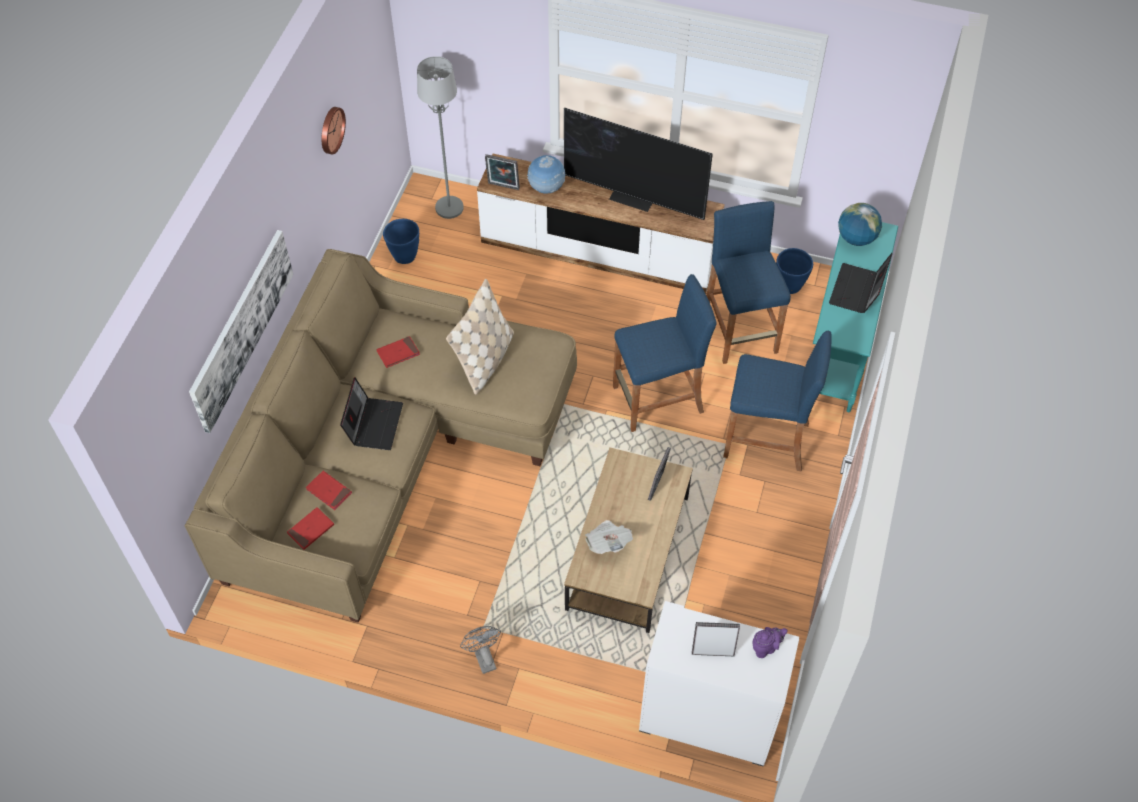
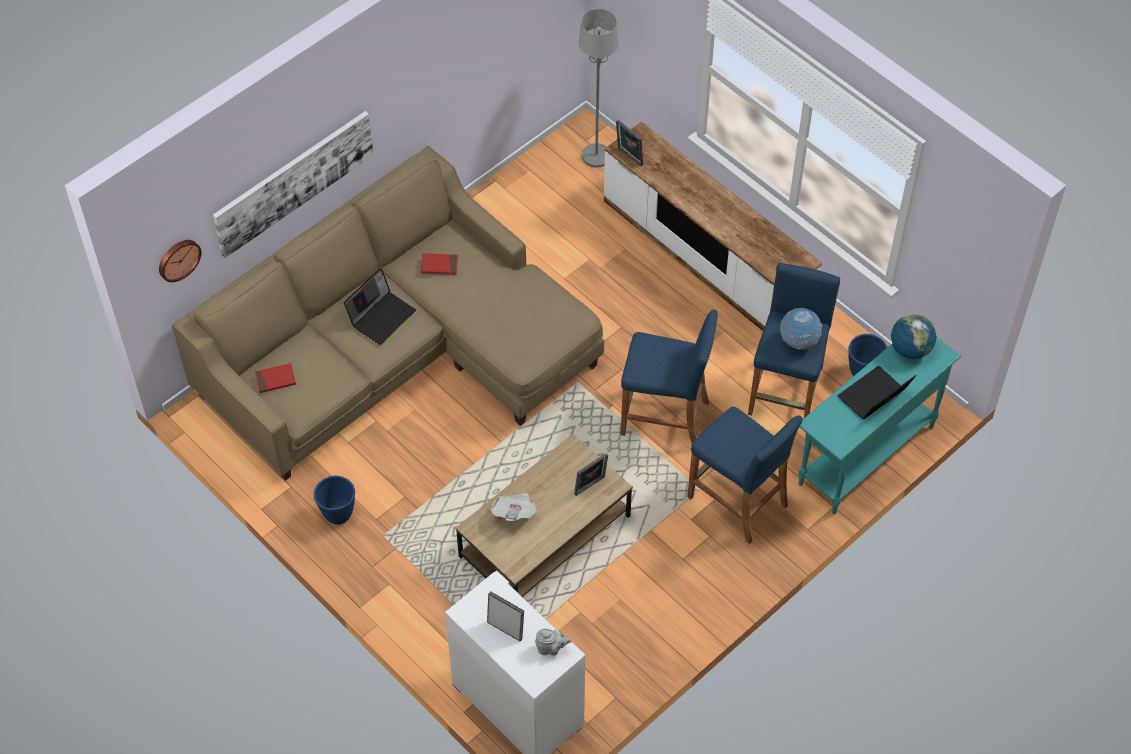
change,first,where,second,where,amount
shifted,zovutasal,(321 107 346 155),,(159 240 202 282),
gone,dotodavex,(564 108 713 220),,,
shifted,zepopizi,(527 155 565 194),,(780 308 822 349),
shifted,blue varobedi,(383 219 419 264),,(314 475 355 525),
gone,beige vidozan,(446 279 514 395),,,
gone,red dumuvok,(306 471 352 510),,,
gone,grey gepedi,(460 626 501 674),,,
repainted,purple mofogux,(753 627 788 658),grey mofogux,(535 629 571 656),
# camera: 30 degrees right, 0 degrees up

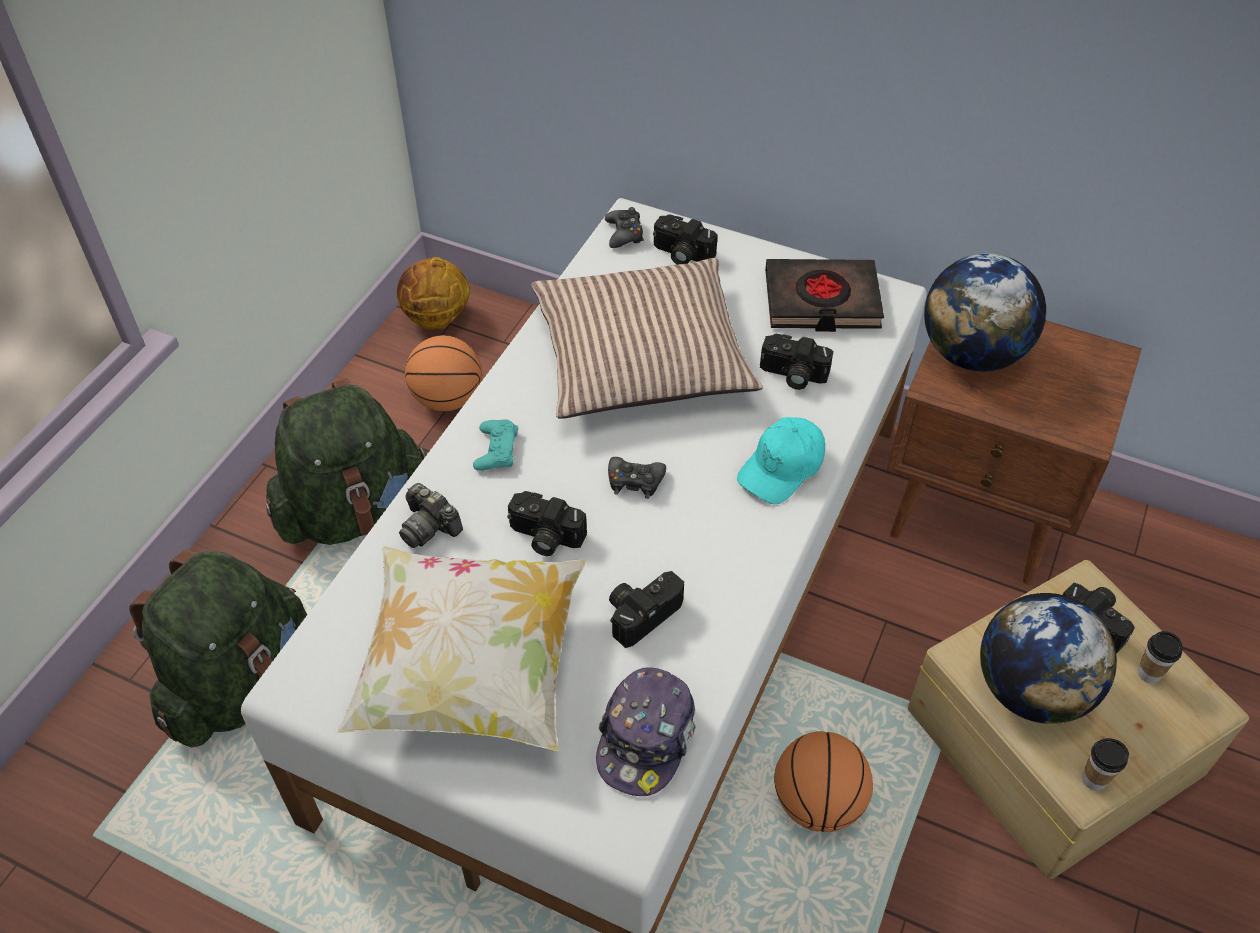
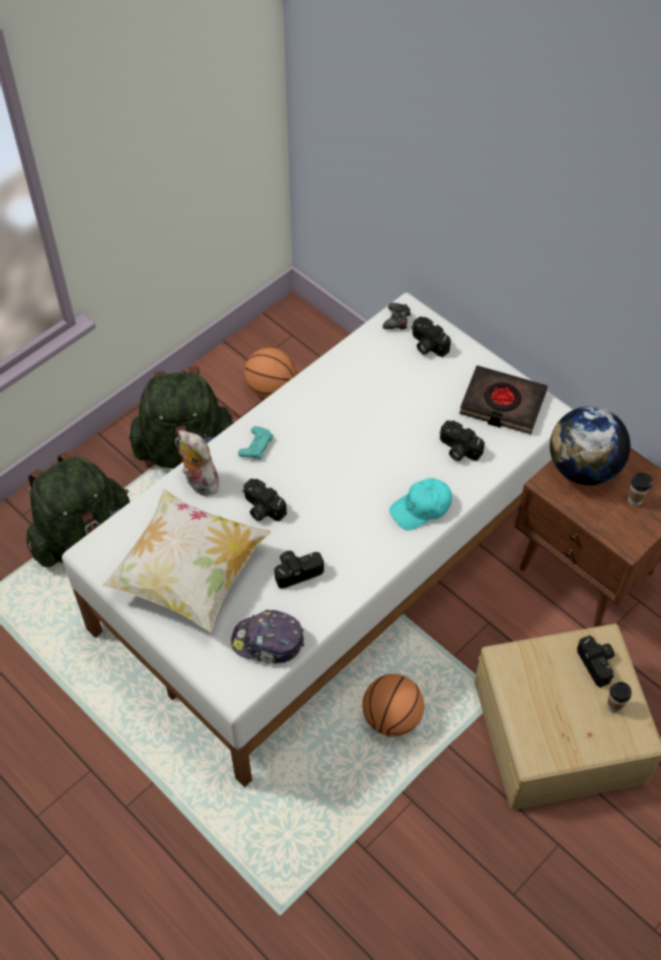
change,first,where,second,where,amount
gone,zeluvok,(397 257 470 329),,,
gone,vidozan,(531 258 763 419),,,
gone,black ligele,(608 457 666 499),,,
swapped,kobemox,(399 483 463 548),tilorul,(178 430 219 496),
gone,zepopizi,(980 593 1117 724),,,
rotated,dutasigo,(596 667 696 796),,(231 610 304 664),60 degrees clockwise
shifted,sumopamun,(1082 738 1129 791),,(628 473 652 506),
# camera: 20 degrees right, 5 degrees up

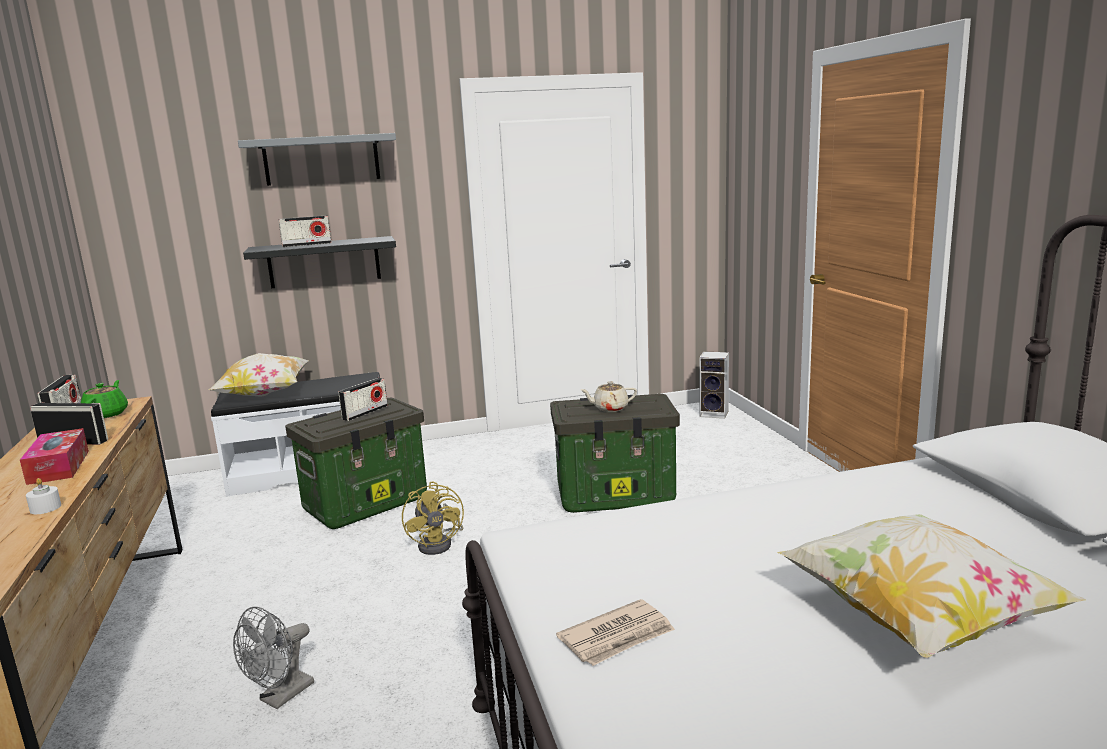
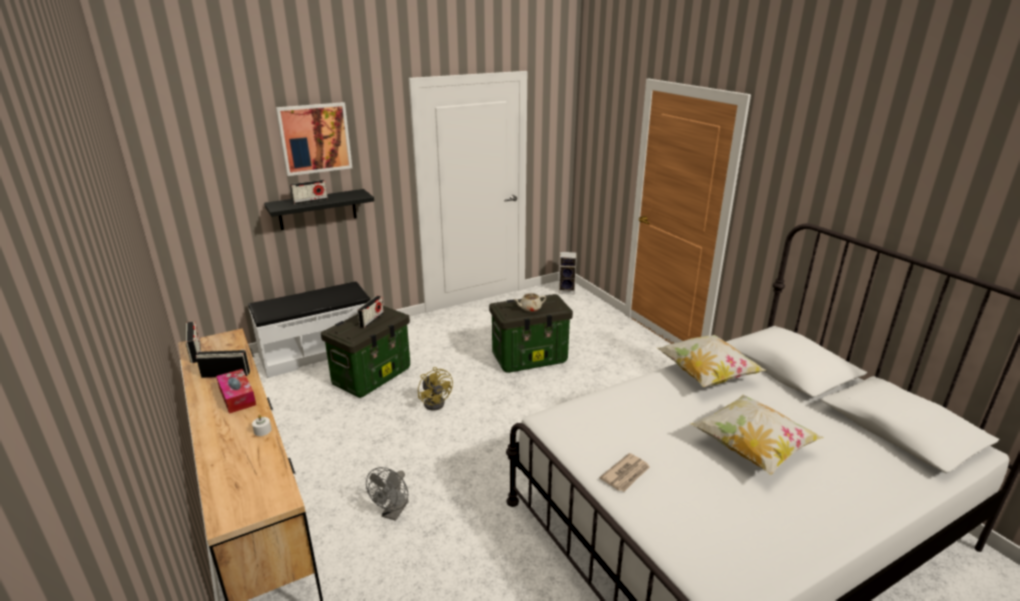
change,first,where,second,where,amount
swapped,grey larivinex,(238 133 396 186),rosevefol,(276 102 352 176),
shifted,vidozan,(208 353 309 397),,(657 335 766 387),
gone,green mofogux,(81 380 128 418),,,
# camera: 15 degrees left, 10 degrees up

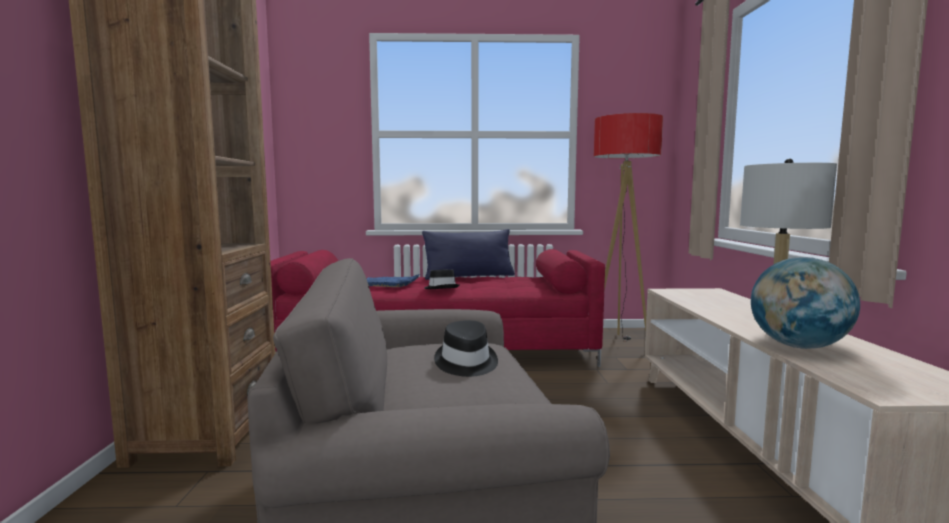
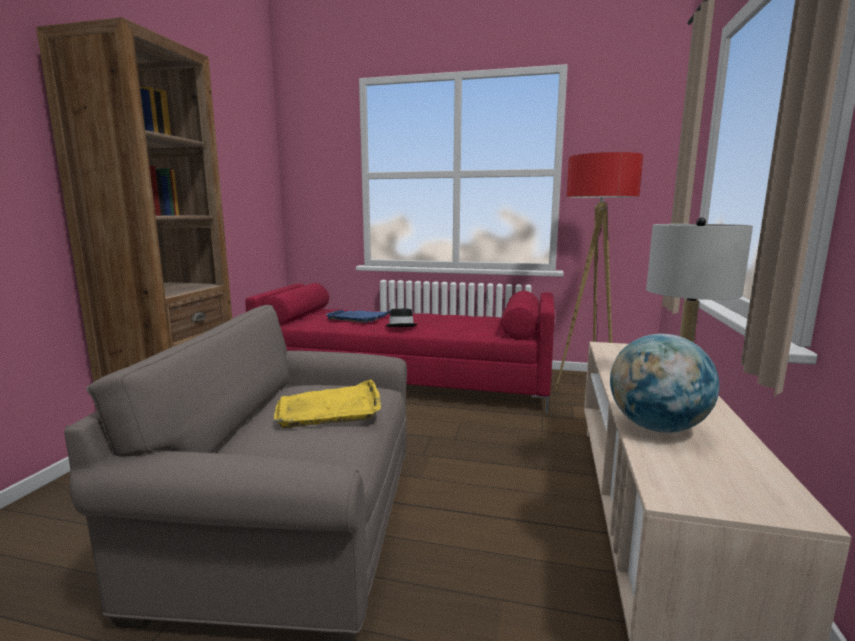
change,first,where,second,where,amount
gone,blue vidozan,(422 229 515 280),,,
swapped,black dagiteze,(434 320 498 377),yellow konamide,(274 379 381 428),
# camera: 15 degrees right, 5 degrees up

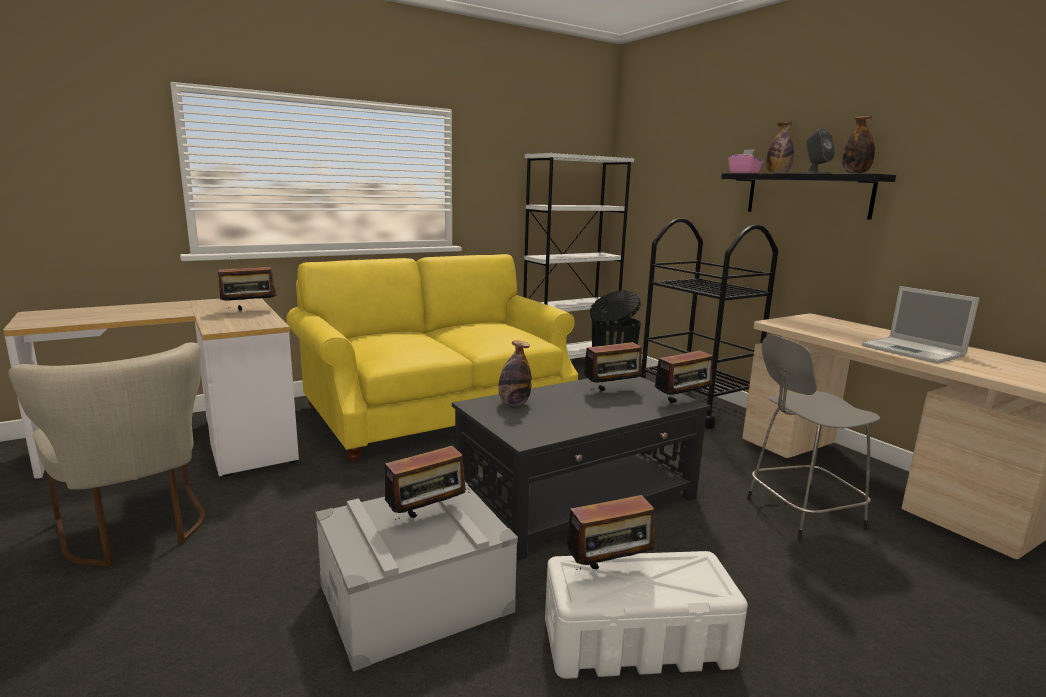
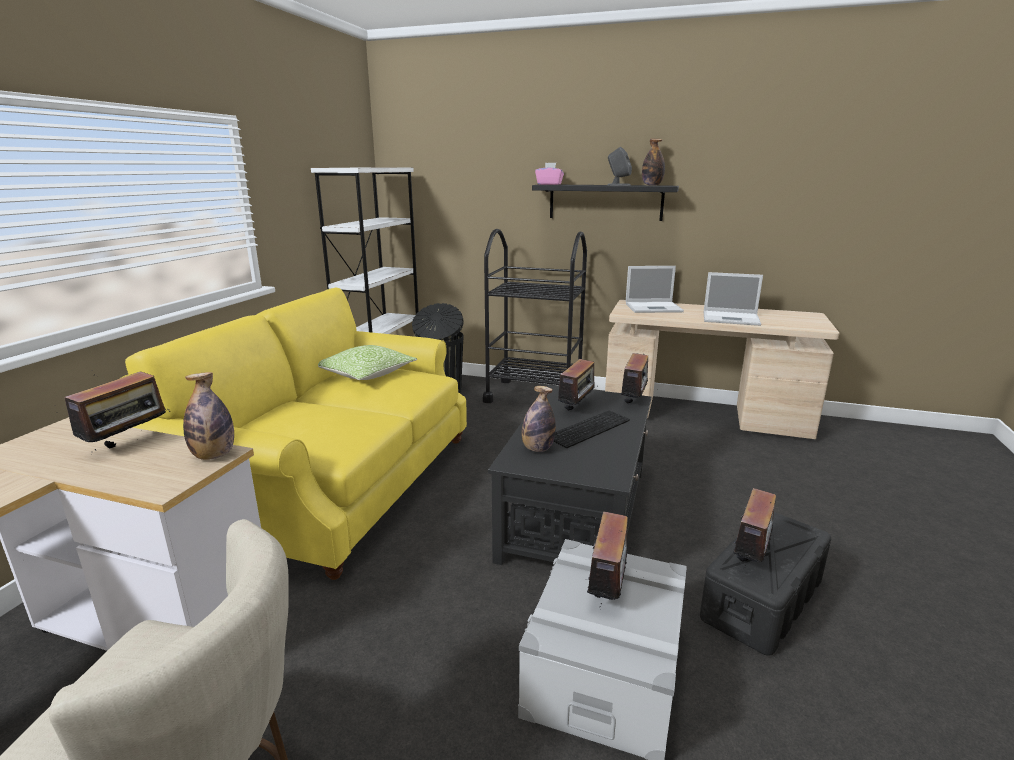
change,first,where,second,where,amount
shifted,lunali,(766 122 794 173),,(183 372 234 460),
gone,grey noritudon,(747 335 880 541),,,
repainted,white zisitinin,(545 551 748 679),black zisitinin,(700 512 831 656),
new,,,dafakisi,(626 266 684 313),
new,,,vidozan,(318 345 417 380),
new,,,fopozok,(553 410 630 448),
# camera: 40 degrees left, 5 degrees up

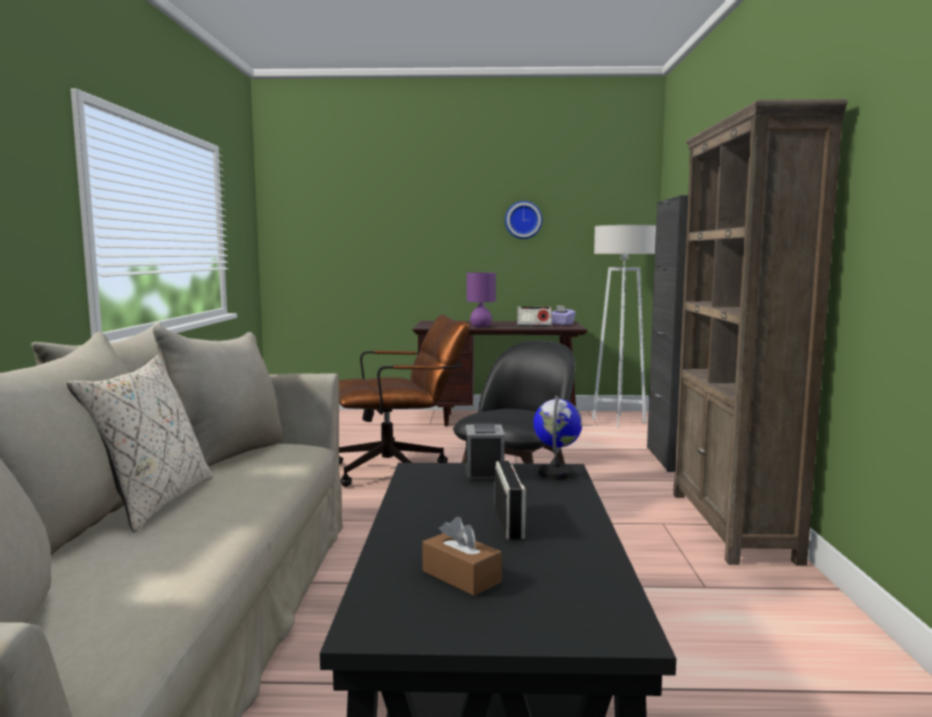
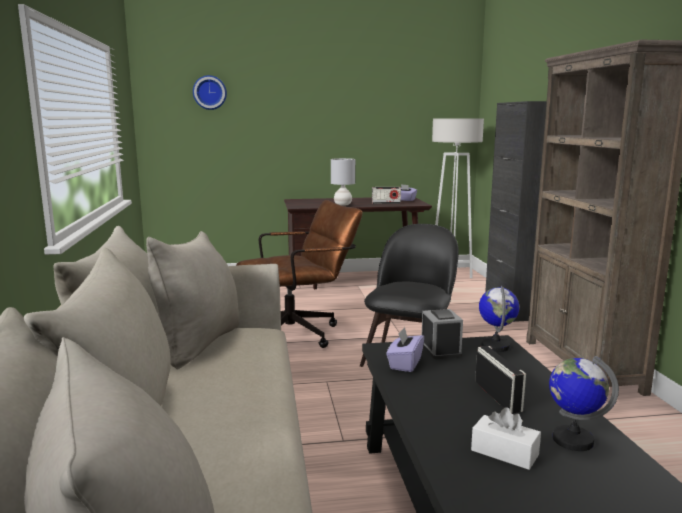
change,first,where,second,where,amount
shifted,zovutasal,(505 201 542 239),,(193 75 227 110),
repainted,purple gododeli,(467 272 496 327),grey gododeli,(331 158 355 206),
gone,beige vidozan,(67 354 213 533),,,
repainted,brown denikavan,(422 517 502 596),white denikavan,(471 407 541 470),
new,,,purple denikavan,(386 327 424 372),
new,,,zepopizi,(549 356 619 451),
# camera: 10 degrees left, 5 degrees up

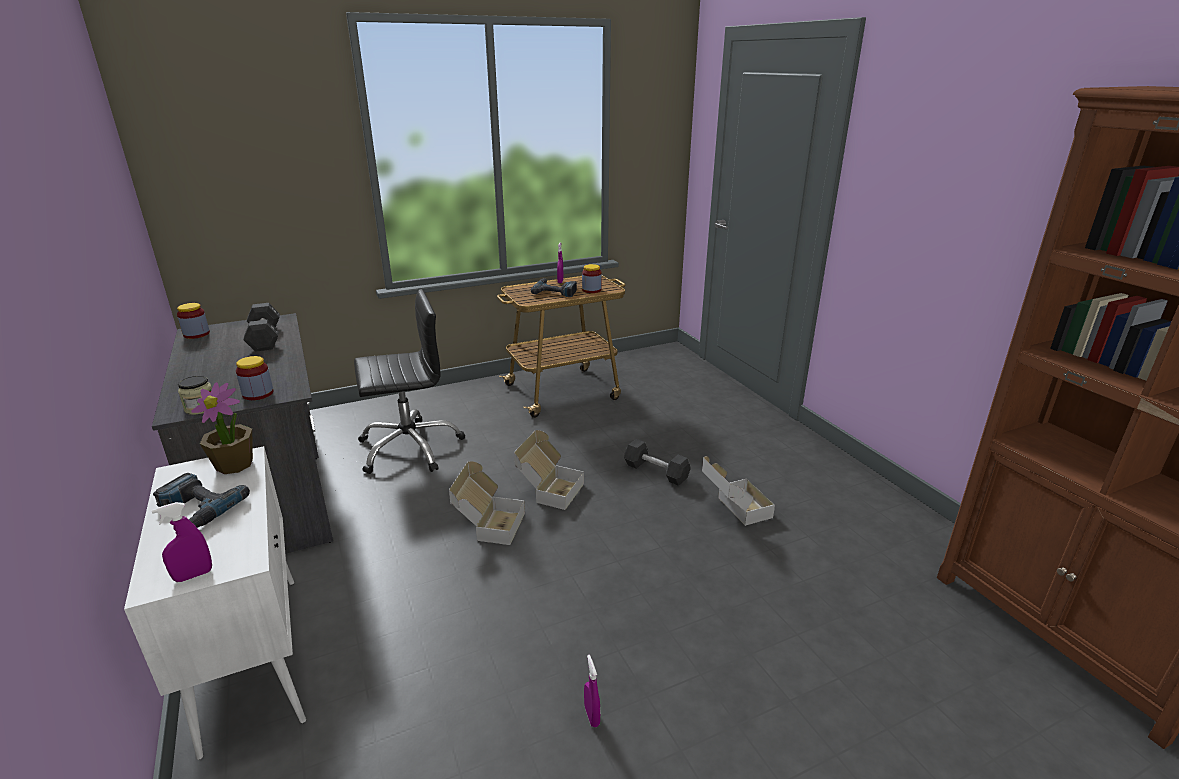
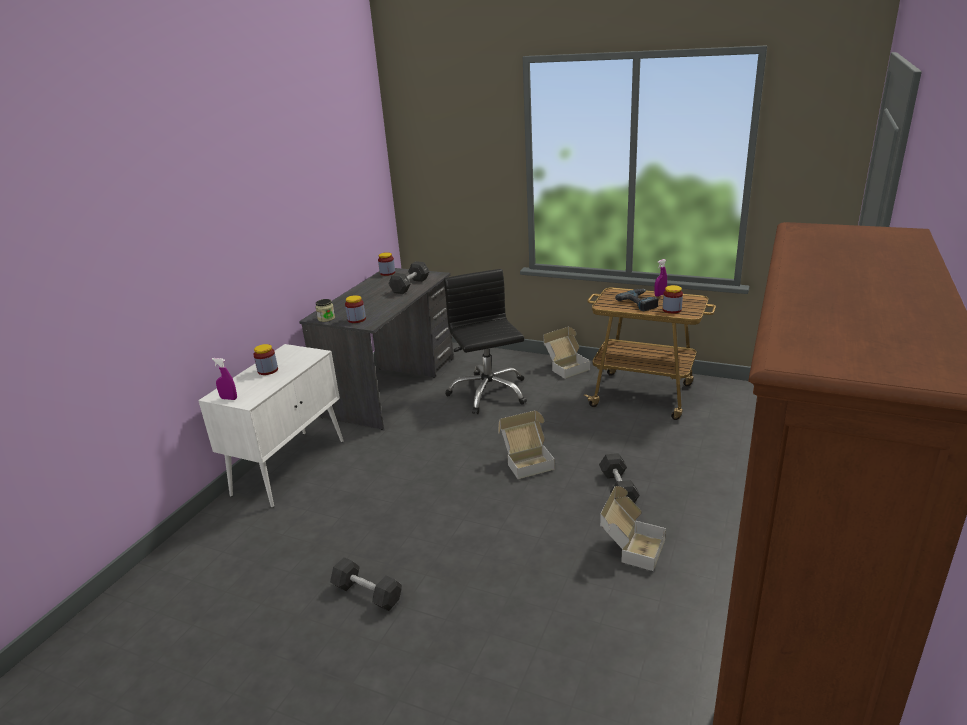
change,first,where,second,where,amount
rotated,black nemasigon,(354 289 465 474),,(444 269 527 414),135 degrees counterclockwise
gone,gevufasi,(192 382 253 474),,,
shifted,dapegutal,(449 461 525 545),,(543 327 590 379),
swapped,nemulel,(153 473 250 528),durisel,(253 344 278 375),
swapped,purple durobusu,(584 655 600 727),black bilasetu,(330 557 402 611),
# camera: 50 degrees right, 0 degrees up

